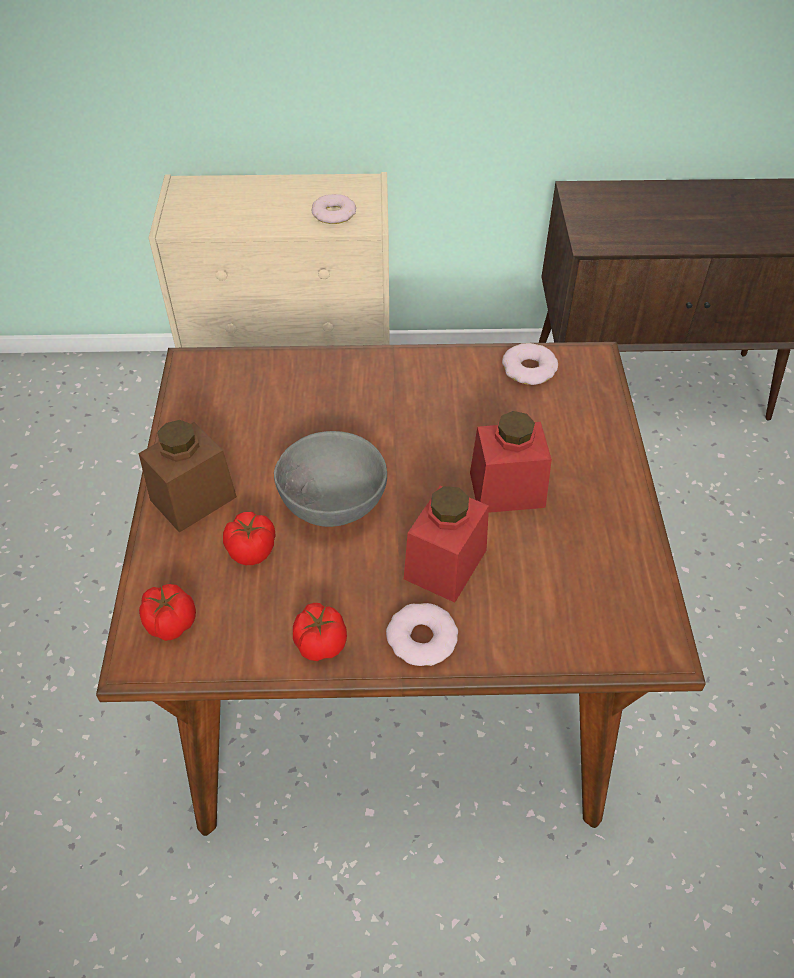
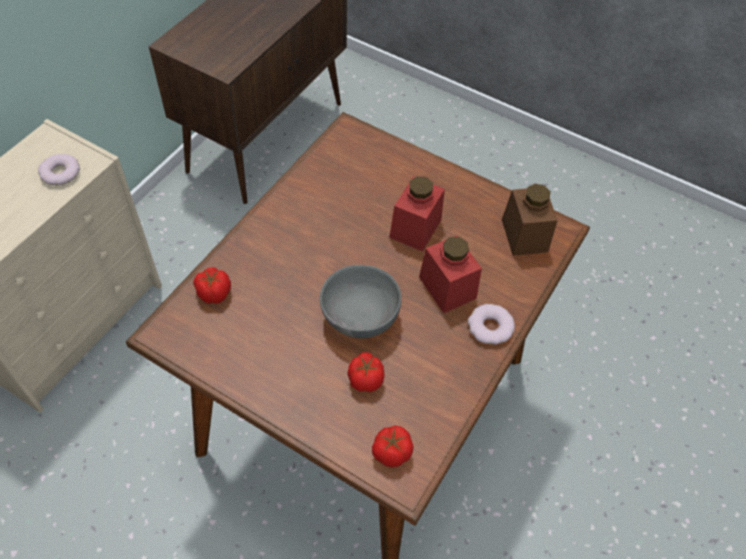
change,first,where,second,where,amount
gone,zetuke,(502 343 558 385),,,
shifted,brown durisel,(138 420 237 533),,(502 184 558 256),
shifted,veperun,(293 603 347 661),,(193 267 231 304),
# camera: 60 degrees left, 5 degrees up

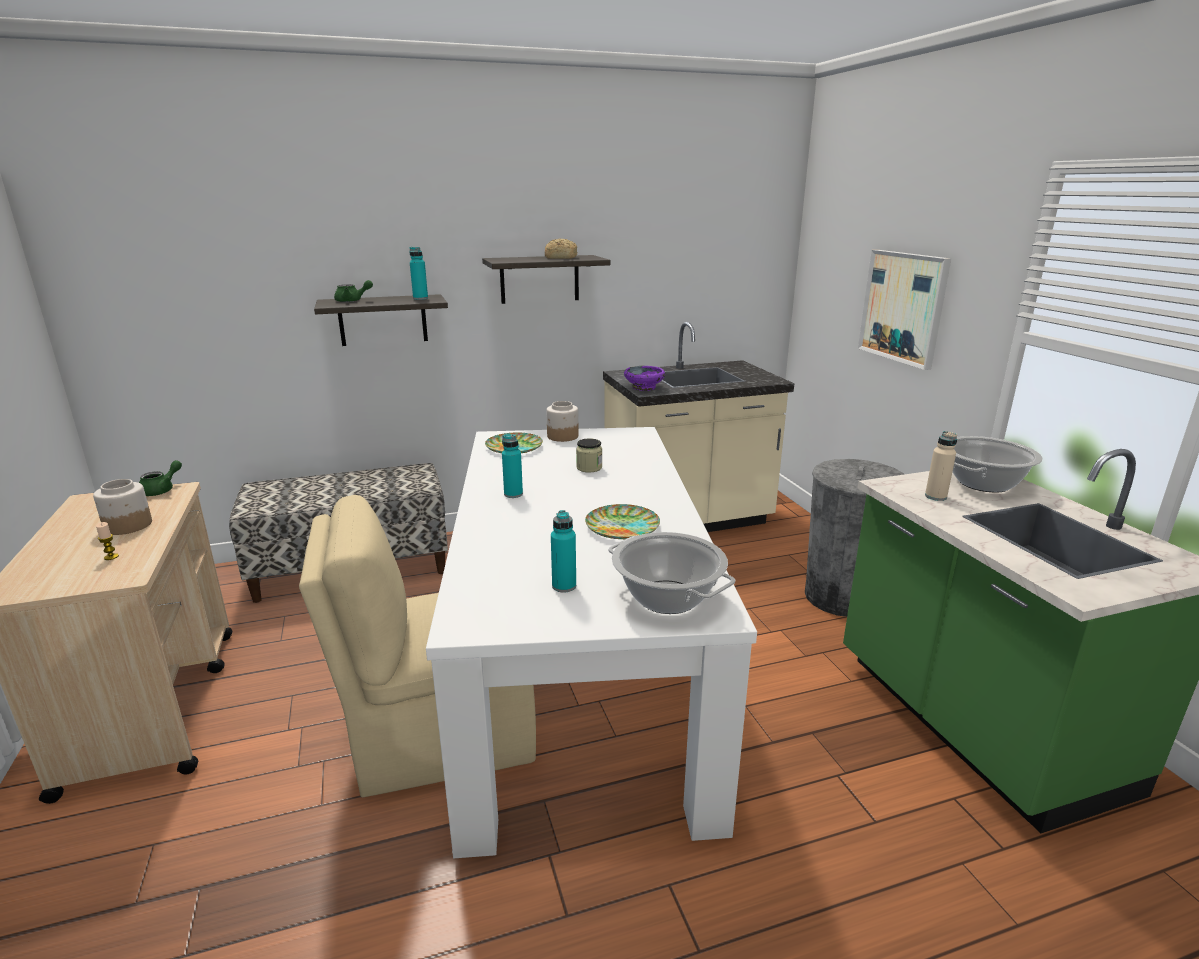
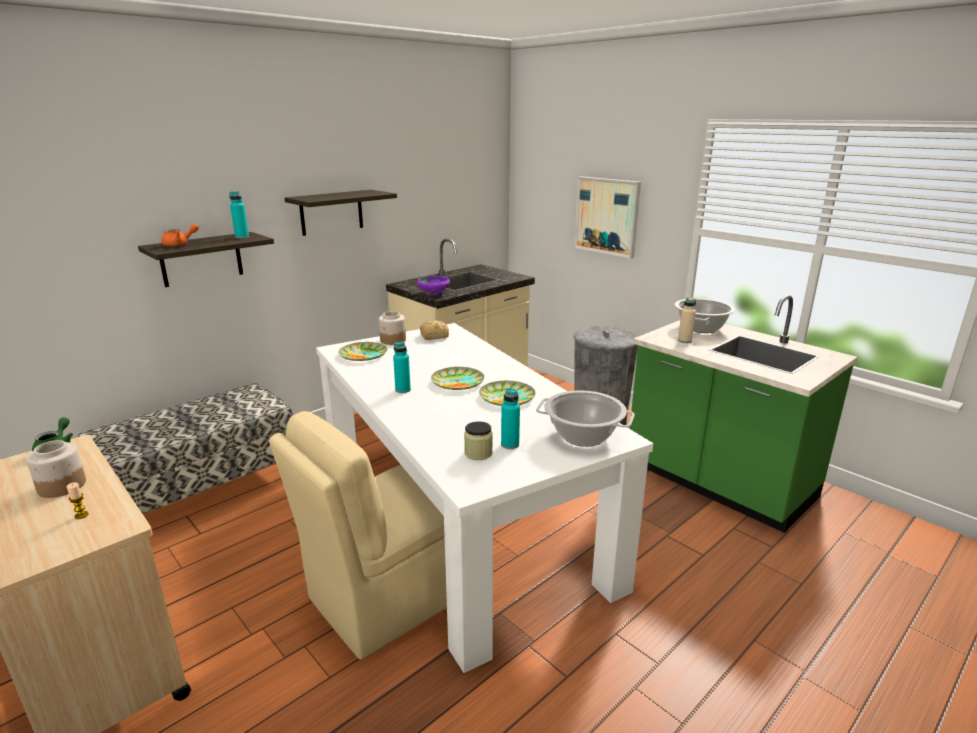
change,first,where,second,where,amount
shifted,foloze,(545 238 577 259),,(420 320 449 340),
repainted,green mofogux,(334 280 373 302),orange mofogux,(161 224 199 246),
shifted,durisel,(576 438 602 473),,(464 421 493 460),
new,,,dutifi,(431 367 484 390),
# camera: 25 degrees left, 0 degrees up

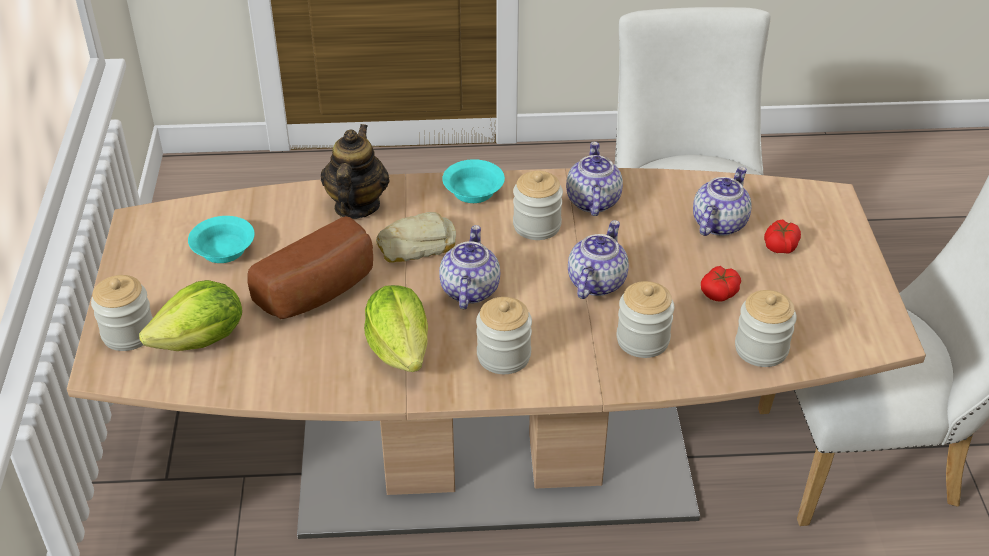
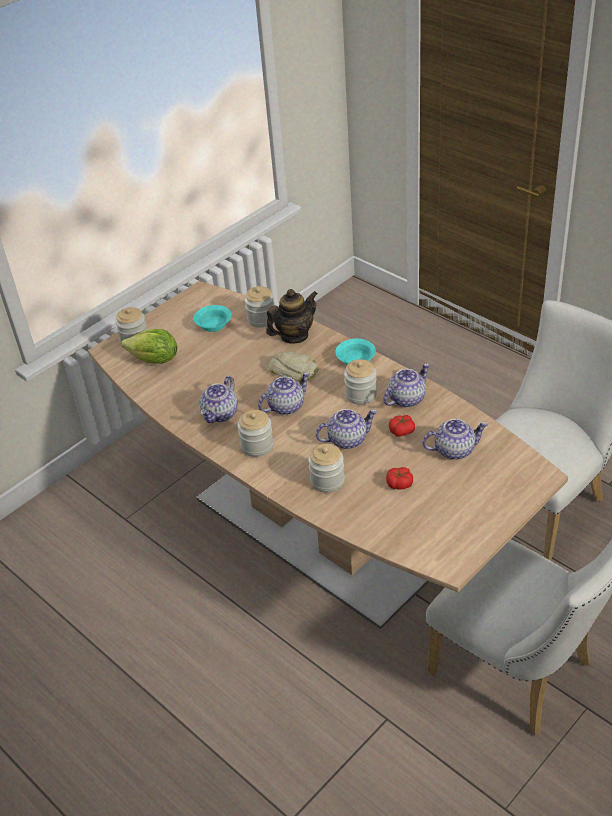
change,first,where,second,where,amount
gone,foloze,(247 216 373 319),,,
shifted,veperun,(764 220 801 254),,(389 415 415 437),
swapped,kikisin,(364 285 428 372),mofogux,(200 376 238 423),
shifted,durisel,(735 290 797 367),,(244 286 274 328),
# camera: 50 degrees right, 0 degrees up

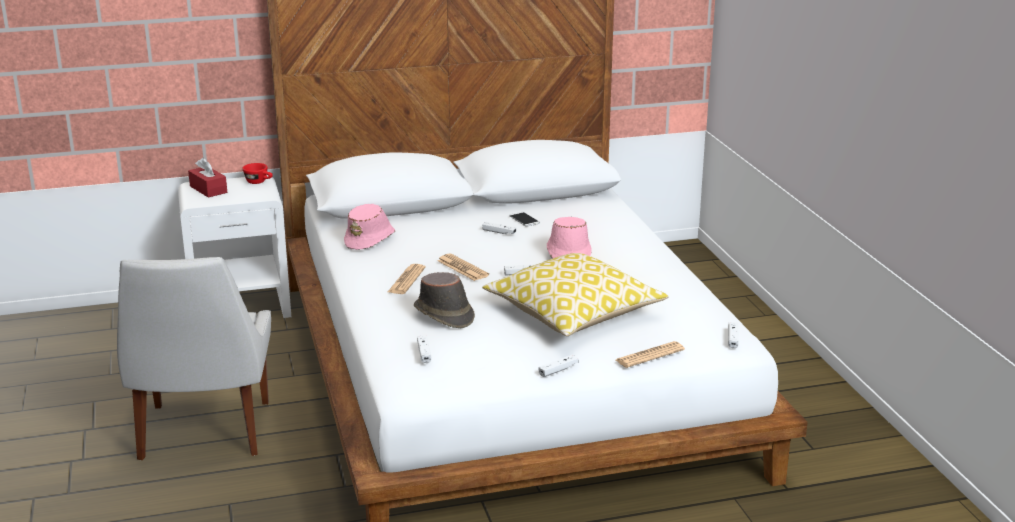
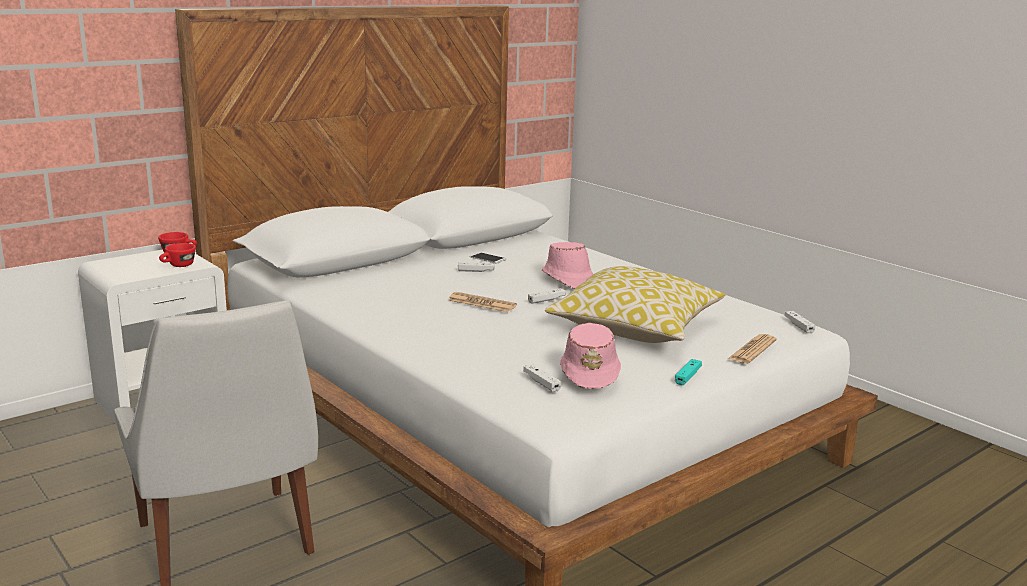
change,first,where,second,where,amount
gone,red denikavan,(188 157 227 198),,,
shifted,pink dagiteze,(344 204 395 250),,(560 323 621 389),
gone,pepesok,(388 264 426 294),,,
gone,brown dagiteze,(414 272 475 329),,,
repainted,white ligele,(539 355 578 377),turquoise ligele,(675 359 702 385),
new,,,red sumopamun,(159 243 196 267),
# camera: 25 degrees left, 5 degrees down

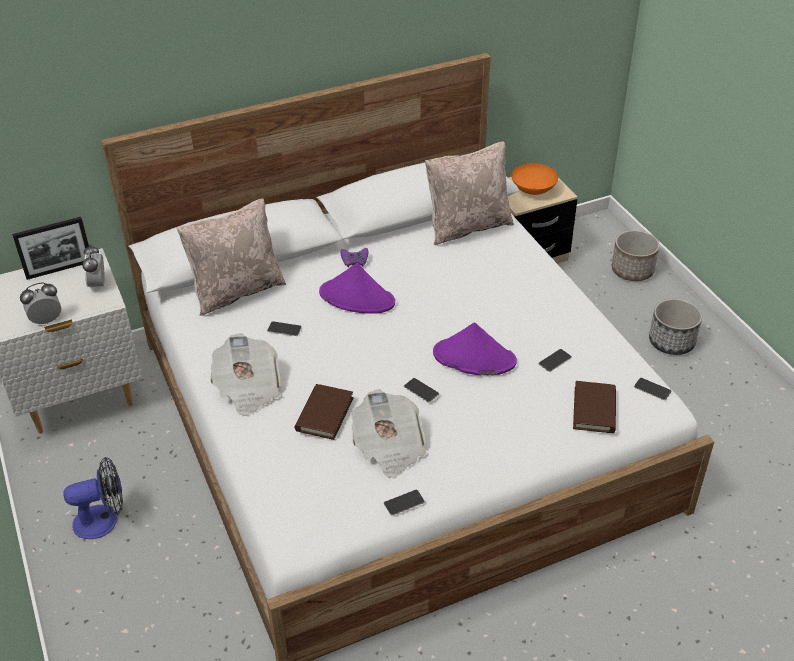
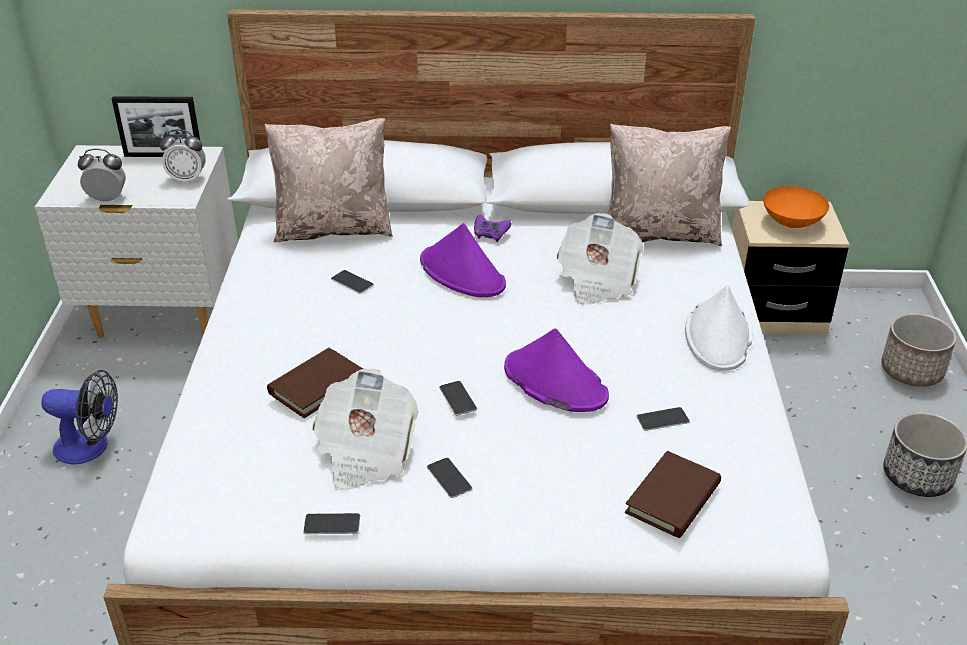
change,first,where,second,where,amount
rotated,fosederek,(82 245 104 291),,(160 129 206 183),105 degrees counterclockwise
shifted,pepesok,(210 334 281 416),,(557 213 644 305),
shifted,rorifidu,(634 378 672 400),,(427 458 473 498),
new,,,white dagiteze,(685 285 753 371),
# camera: 25 degrees right, 5 degrees down

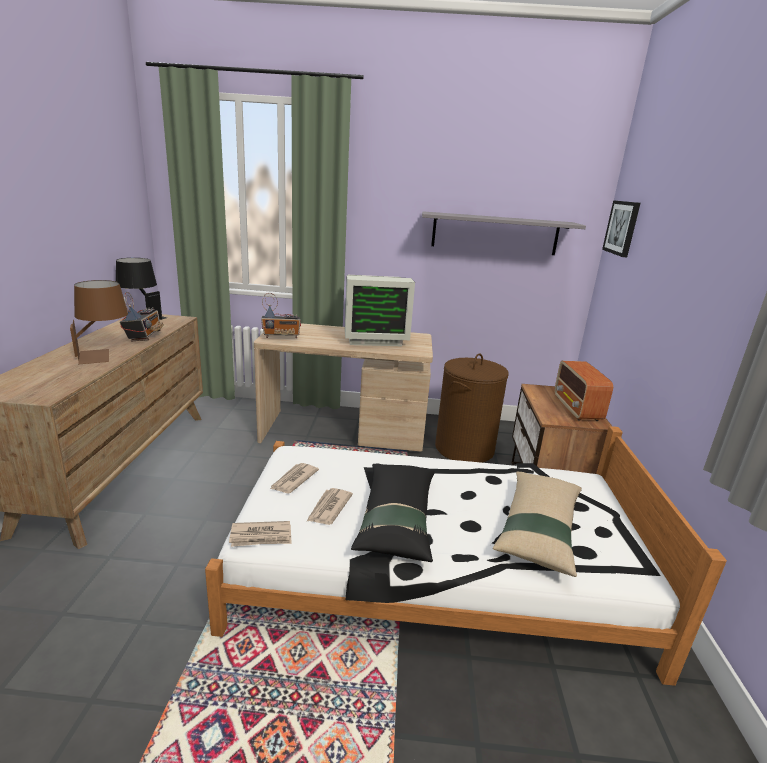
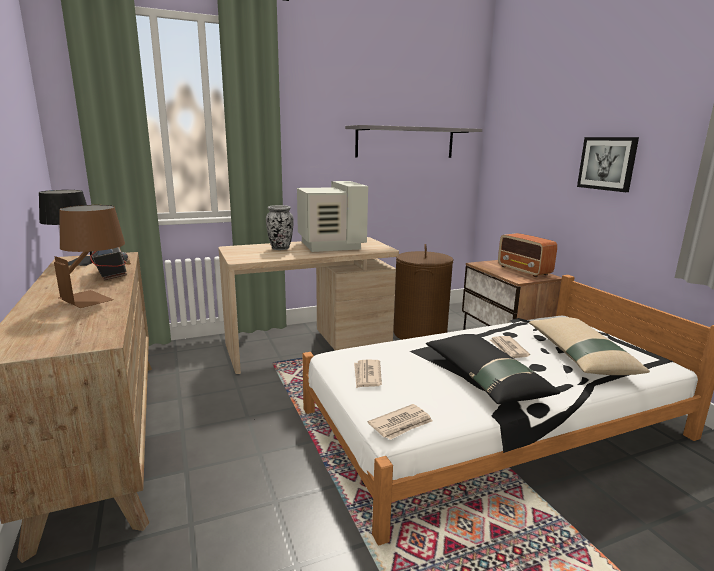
change,first,where,second,where,amount
shifted,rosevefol,(602 200 640 257),,(577 137 639 192),
rotated,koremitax,(345 275 415 346),,(297 181 368 252),75 degrees counterclockwise
gone,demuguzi,(261 293 301 338),,,
shifted,pepesok,(306 488 353 525),,(490 336 530 358),
new,,,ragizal,(266 205 294 250),
# camera: 25 degrees left, 5 degrees down

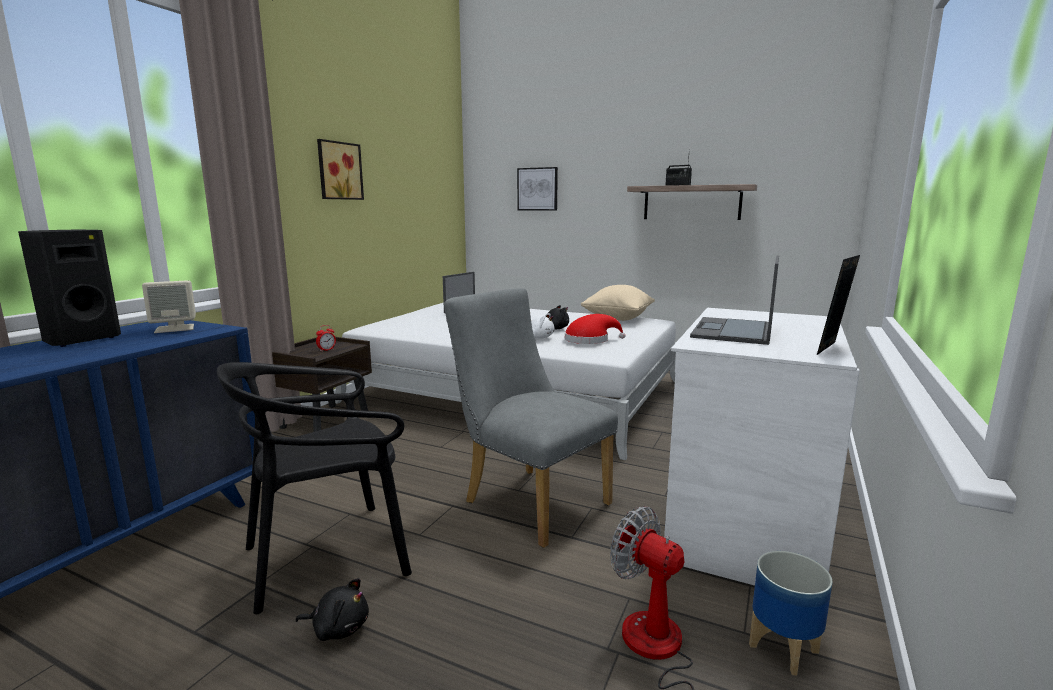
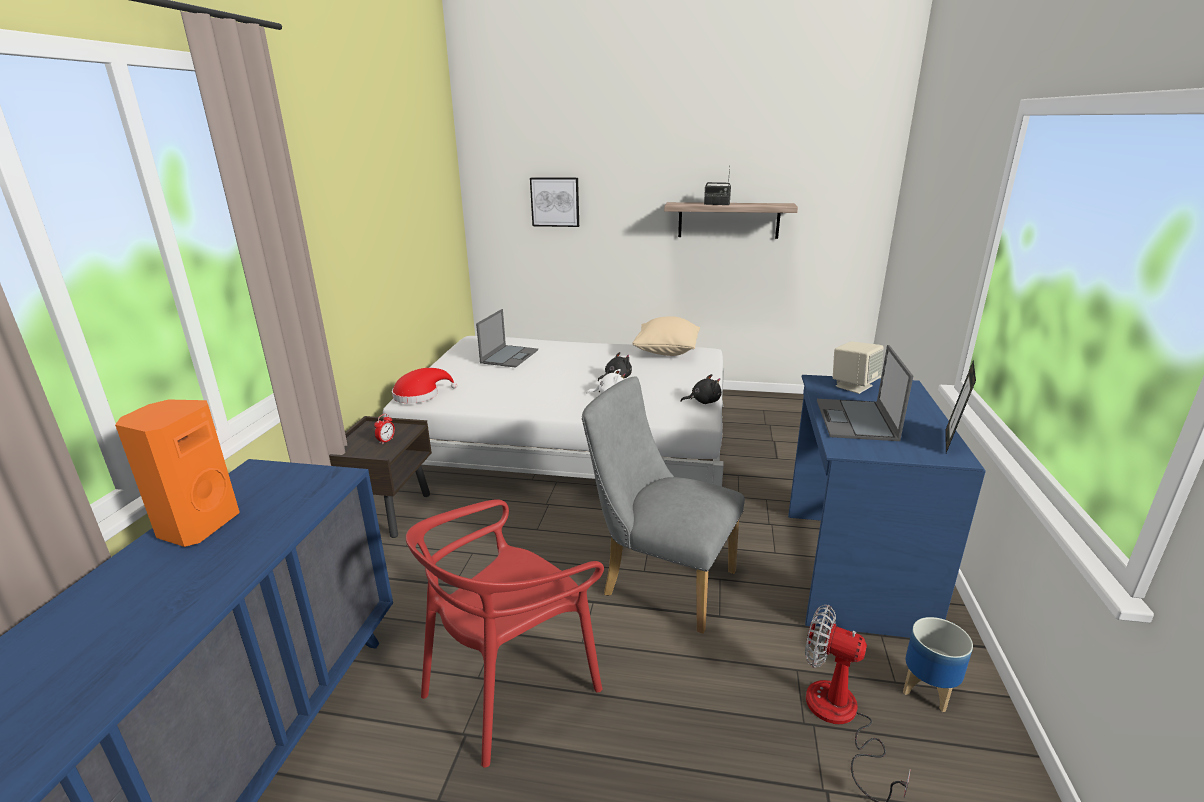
change,first,where,second,where,amount
gone,rosevefol,(317 139 364 200),,,
repainted,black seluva,(18 230 121 347),orange seluva,(115 399 240 547),
shifted,beige seluva,(142 280 196 333),,(833 341 884 394),
repainted,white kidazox,(664 308 860 586),blue kidazox,(788 375 986 638),
shifted,red dagiteze,(565 314 626 344),,(392 368 457 403),
repainted,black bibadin,(217 362 412 614),red bibadin,(406 499 604 768),
shifted,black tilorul,(295 578 369 641),,(680 374 721 404),
# camera: 15 degrees left, 10 degrees up

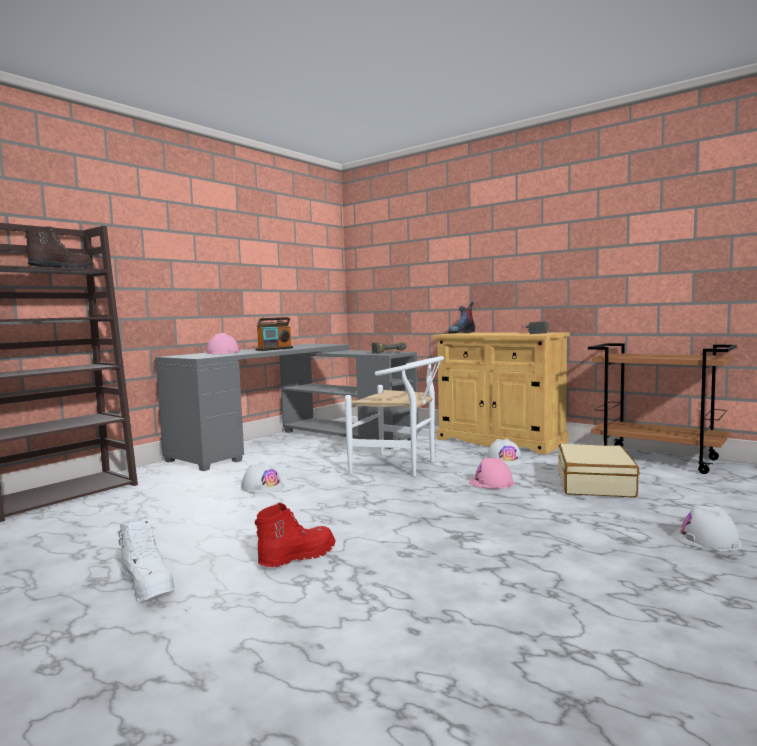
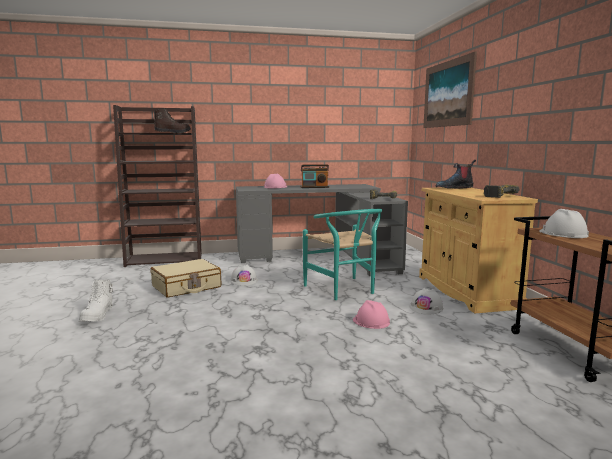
change,first,where,second,where,amount
repainted,white bibadin,(345 356 444 476),turquoise bibadin,(303 209 382 300),
shifted,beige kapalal,(558 444 640 498),,(151 259 221 298),
gone,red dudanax,(255 503 335 567),,,
shifted,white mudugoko,(672 506 742 551),,(539 209 589 238),
new,,,rosevefol,(423 52 477 128),
# camera: 40 degrees right, 5 degrees up

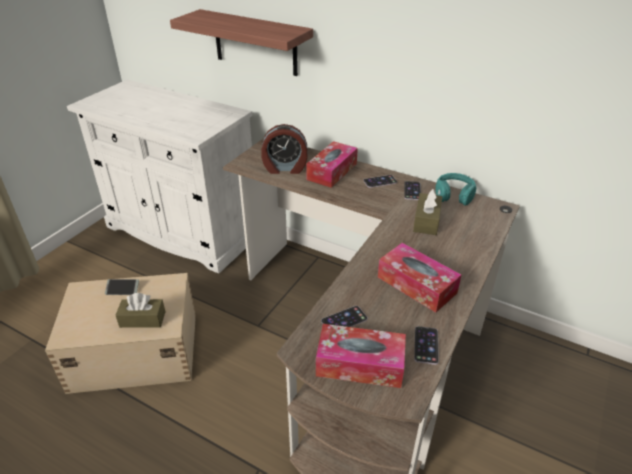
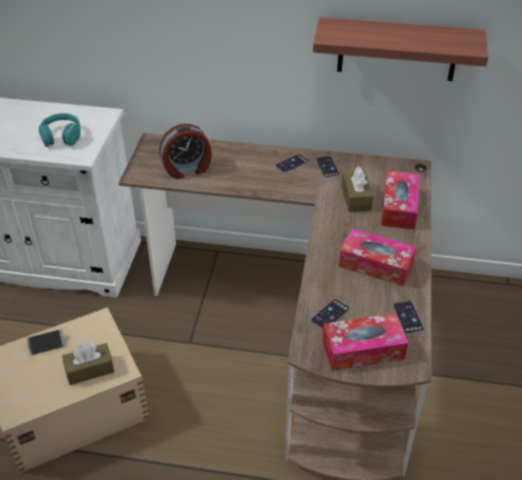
change,first,where,second,where,amount
shifted,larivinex,(170 9 313 76),,(313 17 488 81),
shifted,denikavan,(306 141 358 188),,(381 171 419 230),
shifted,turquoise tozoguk,(435 173 476 205),,(39 113 81 147),
# camera: 20 degrees left, 5 degrees up

